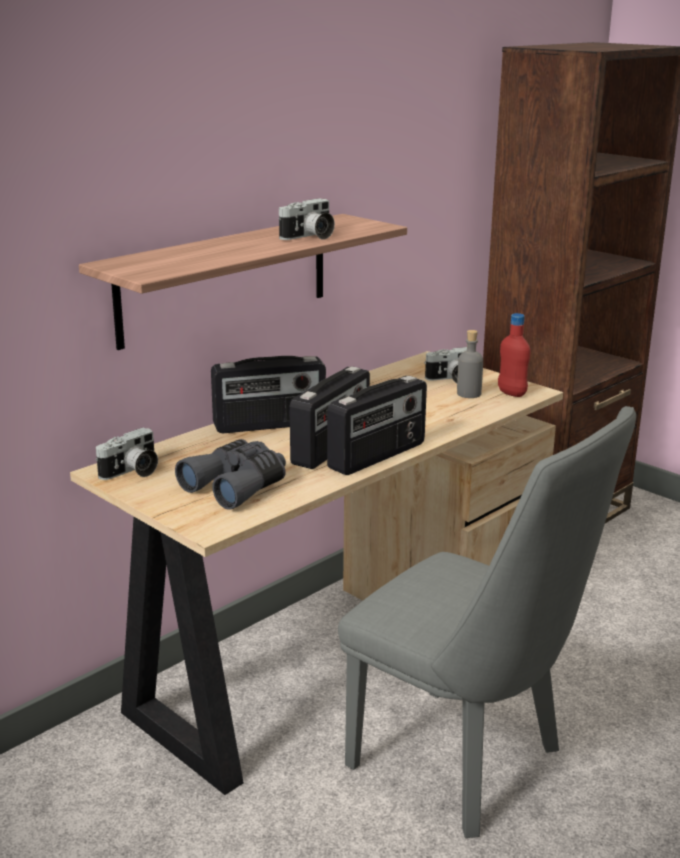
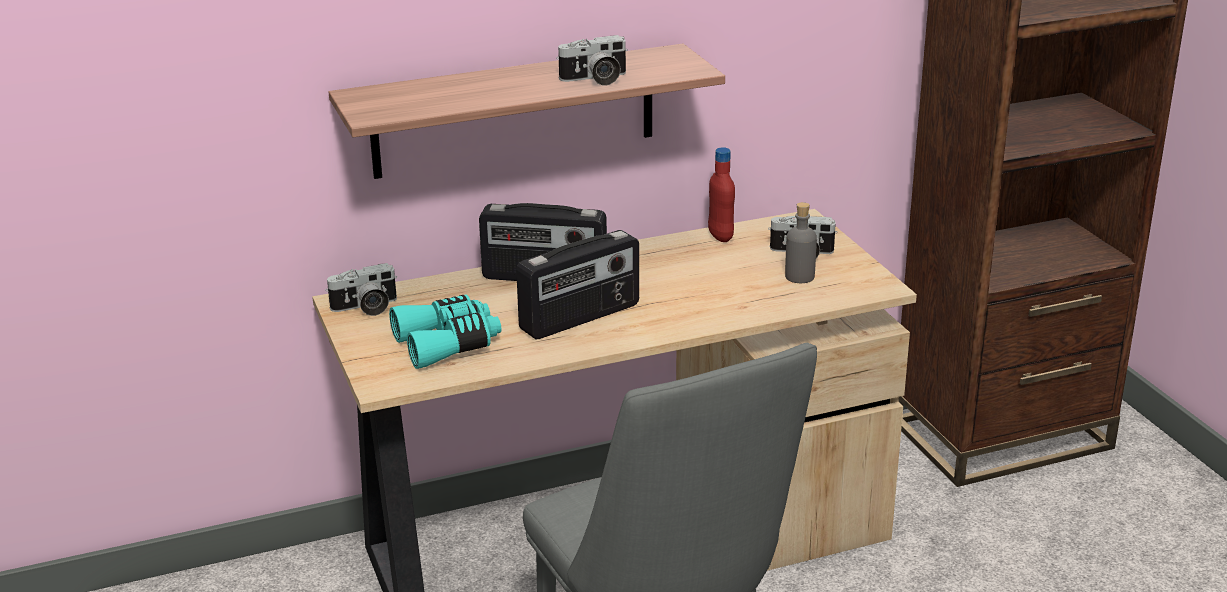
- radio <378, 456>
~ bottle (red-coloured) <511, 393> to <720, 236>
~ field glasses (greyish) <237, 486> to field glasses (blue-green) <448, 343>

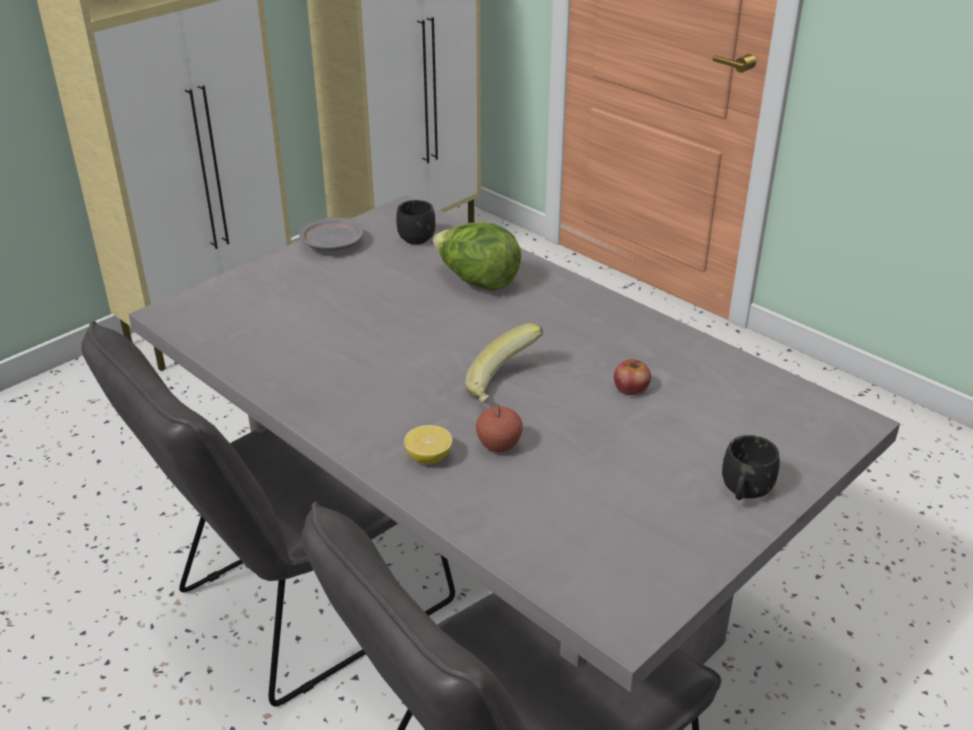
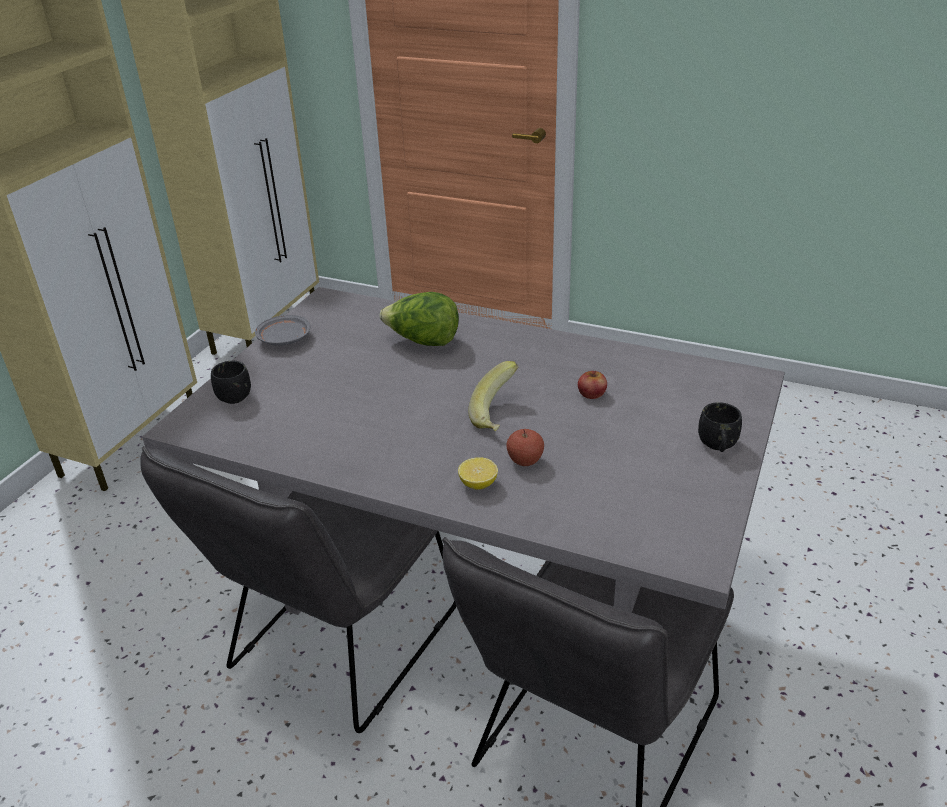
~ mug (black-coloured) <415, 236> to <232, 395>

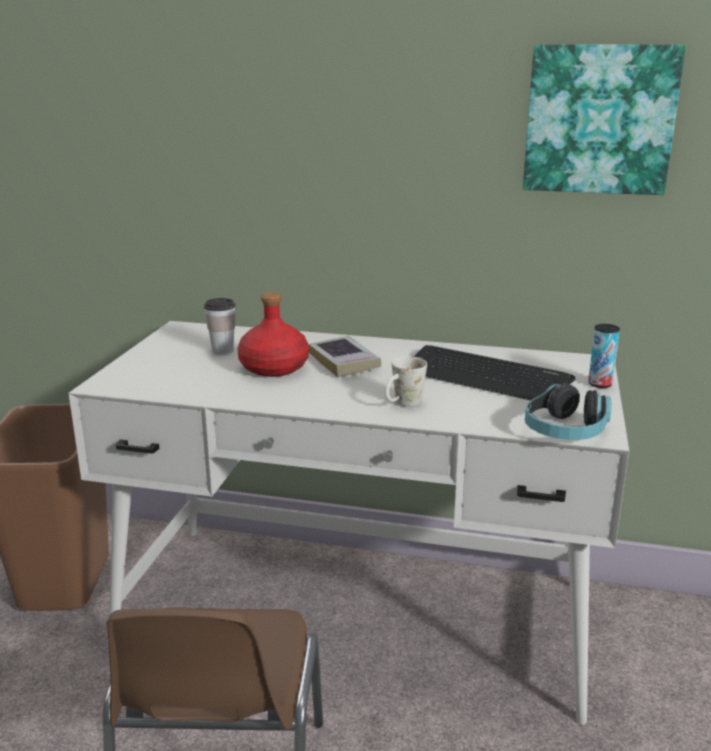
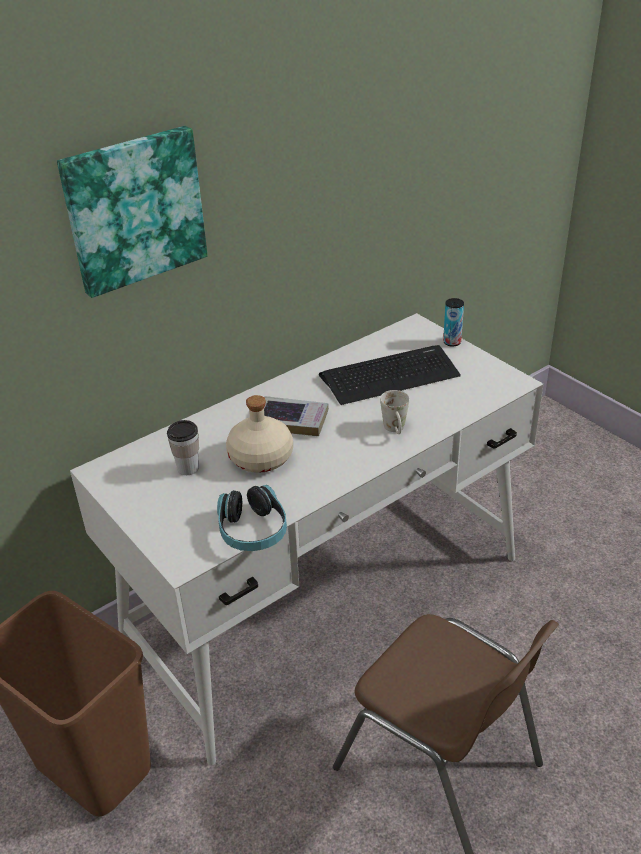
~ picture <599, 119> to <134, 209>
~ headset <565, 430> to <253, 530>
~ bottle (red-coloured) <273, 367> to bottle (sand-coloured) <260, 458>

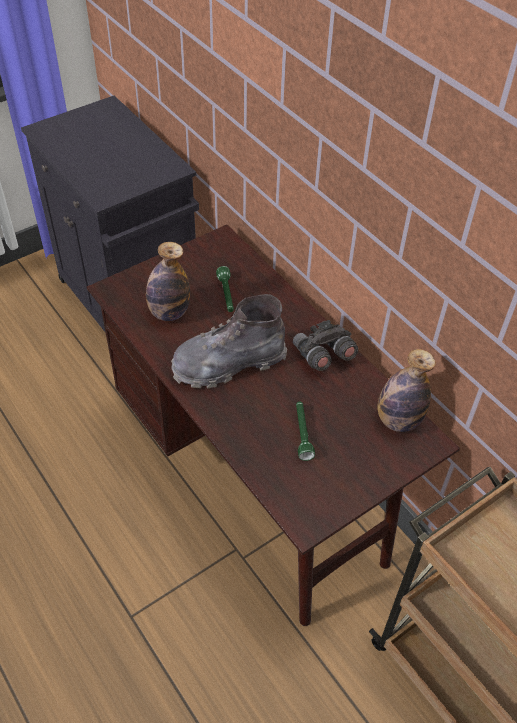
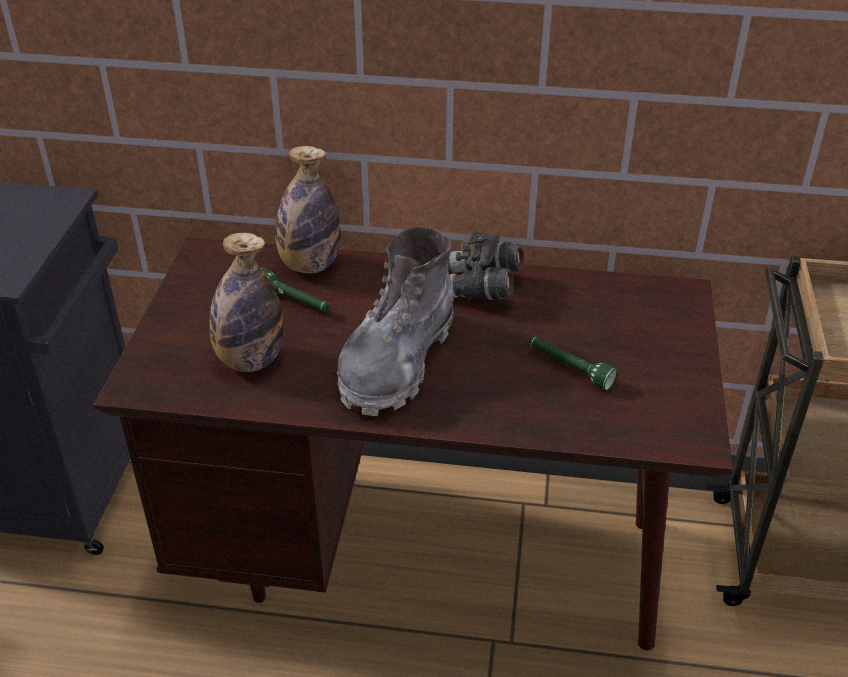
~ bottle <398, 420> to <310, 265>

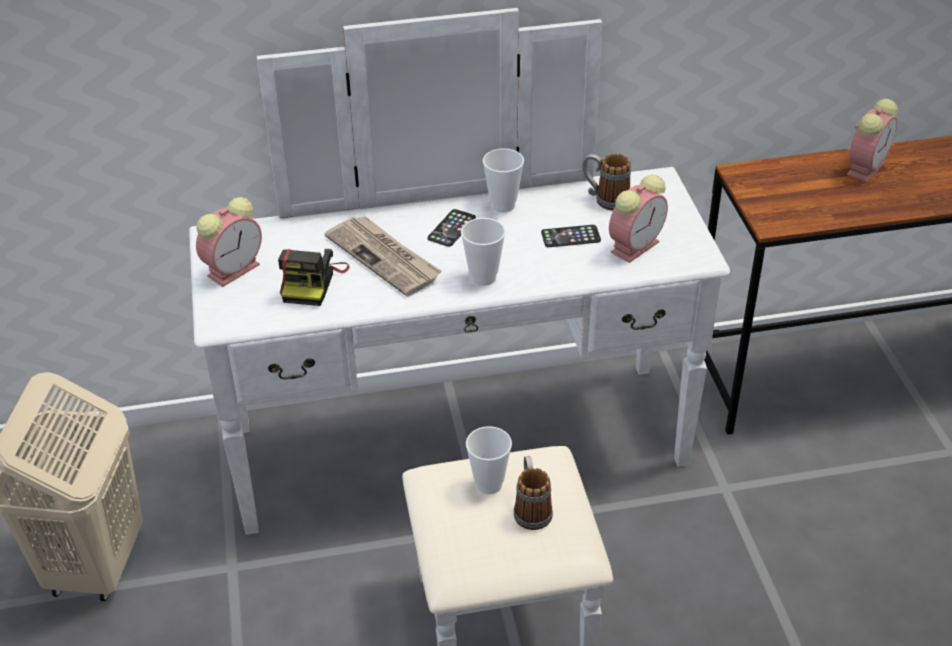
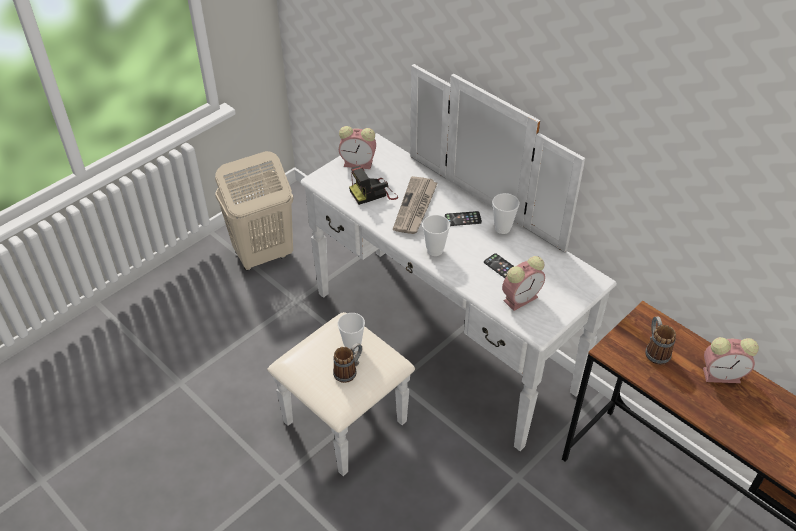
~ mug <605, 199> to <655, 350>
~ bedside clock <636, 246> = <521, 298> 45 degrees counterclockwise

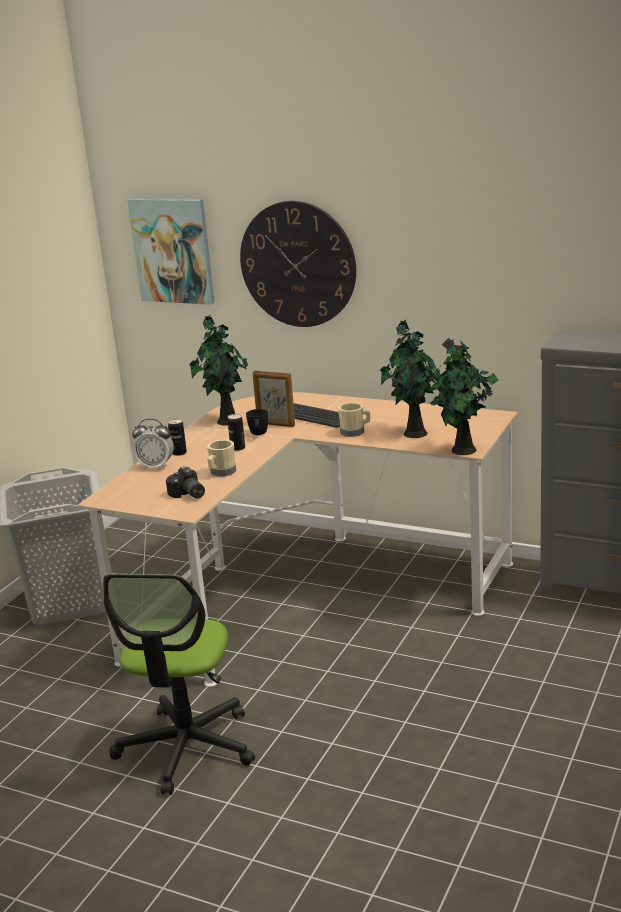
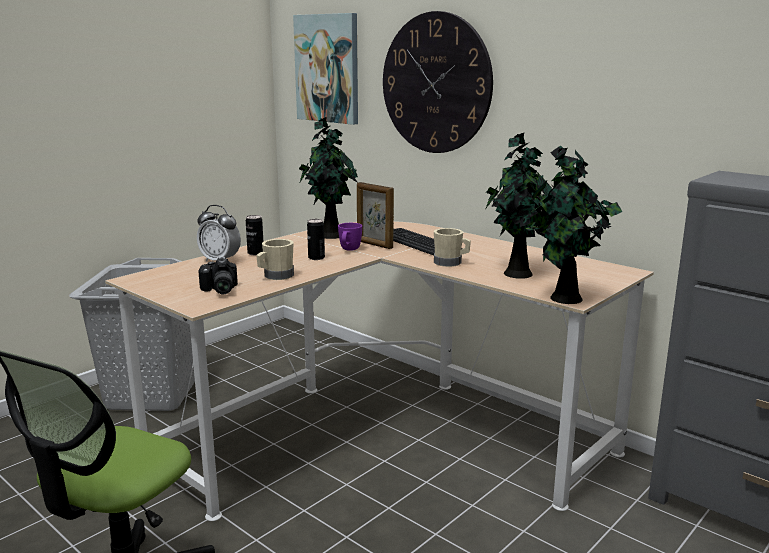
~ mug (black-coloured) <259, 435> to mug (purplish) <349, 250>

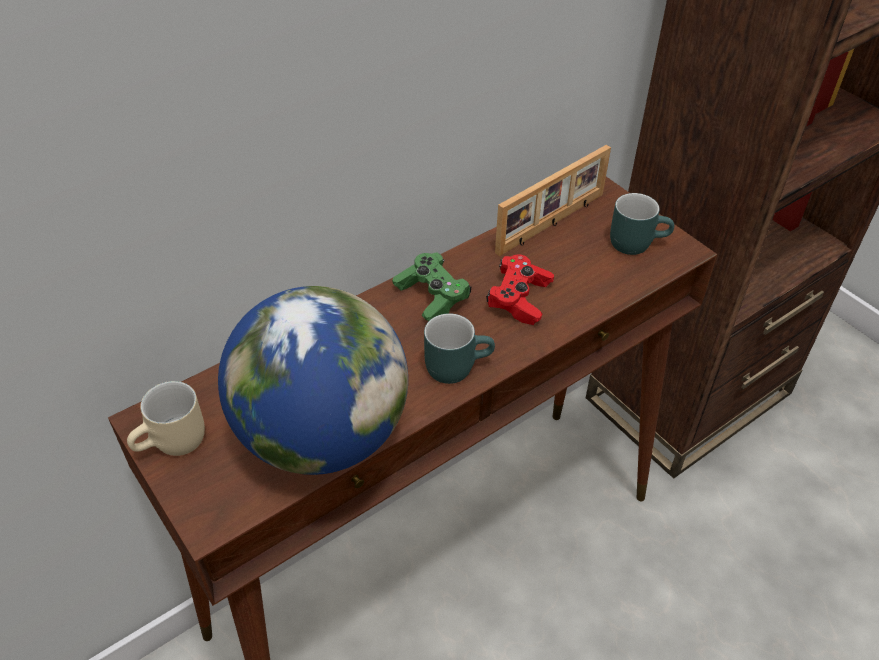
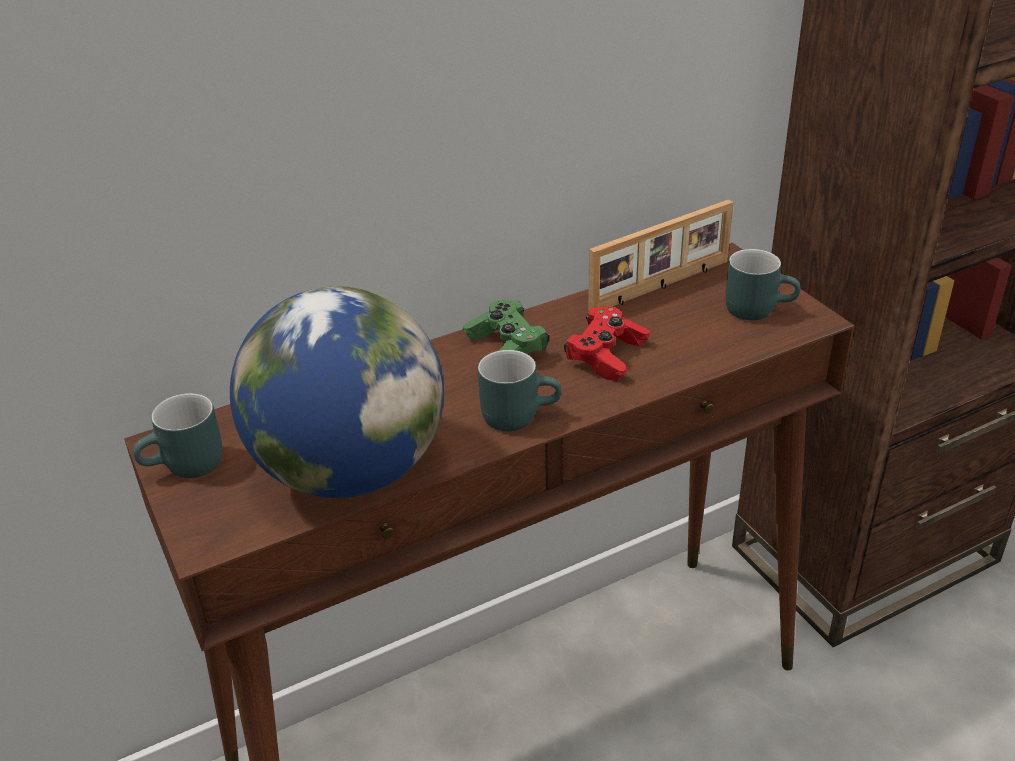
~ mug (sand-coloured) <174, 444> to mug (blue-green) <187, 468>

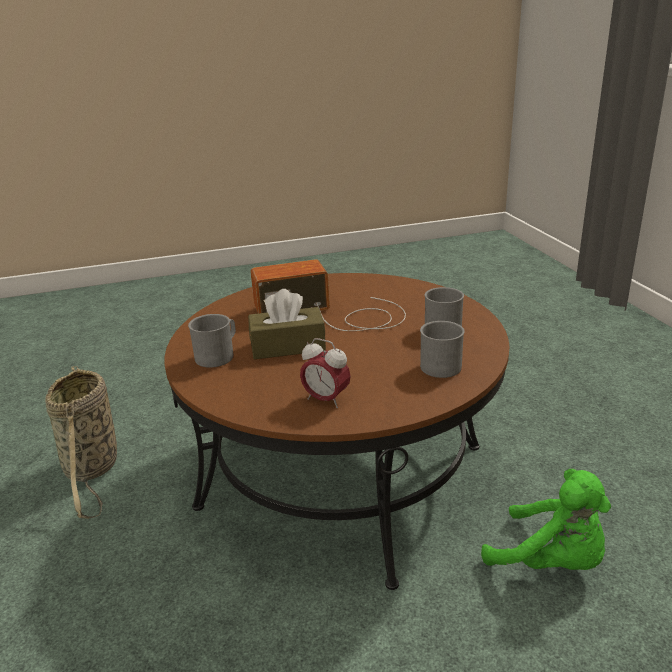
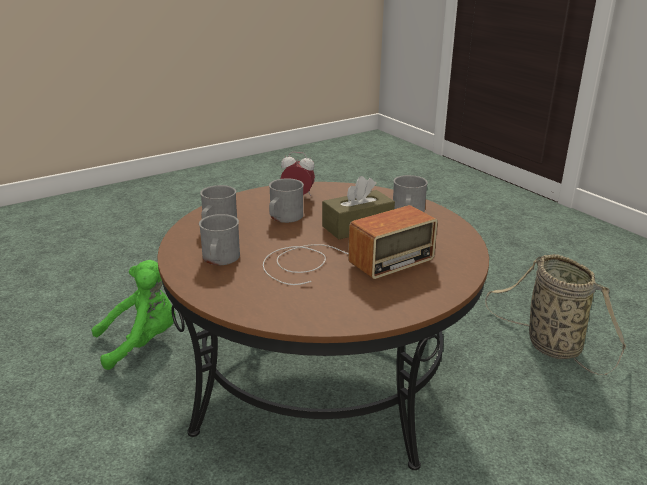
+ mug (greyish) <283, 218>
~ plush toy (greenish) <550, 561> = <142, 342> 135 degrees clockwise

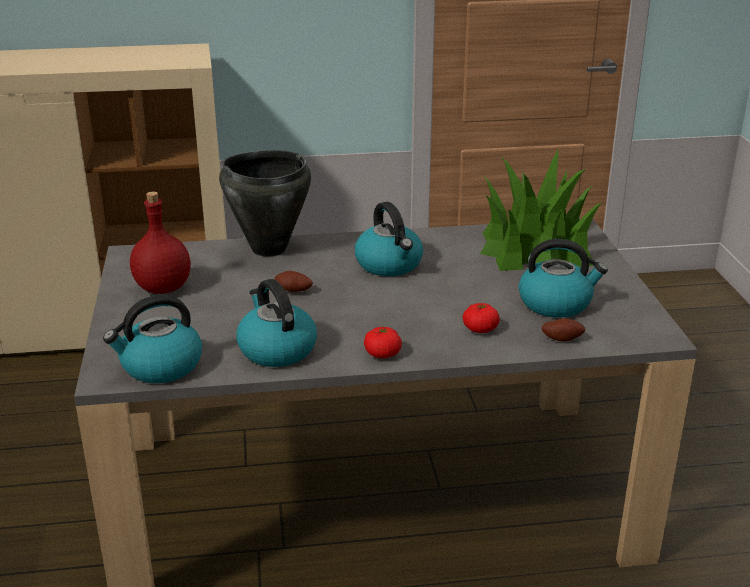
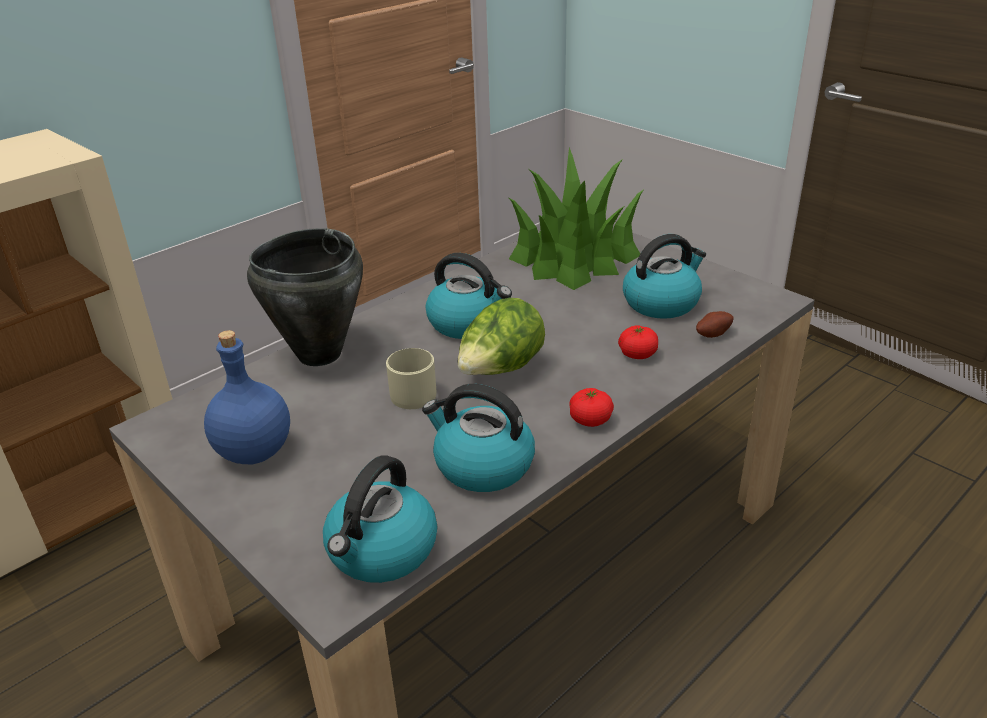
+ lettuce <500, 371>
~ whole potato <293, 292> to mug (sand-coloured) <411, 392>
~ bottle (red-coloured) <163, 287> to bottle (bluish) <253, 451>

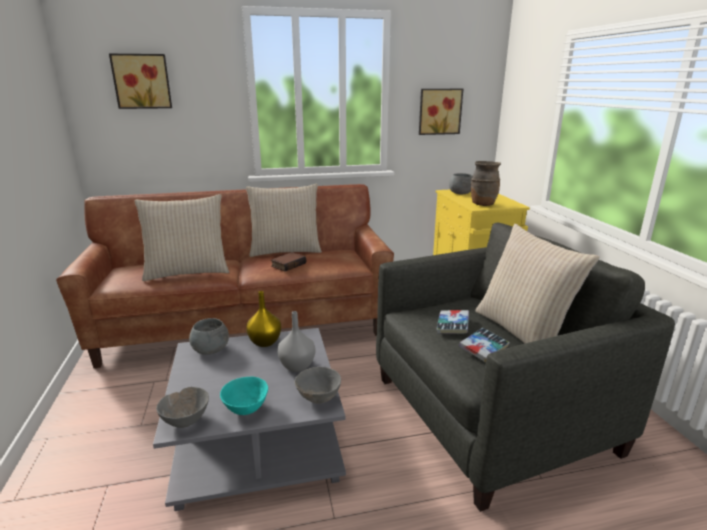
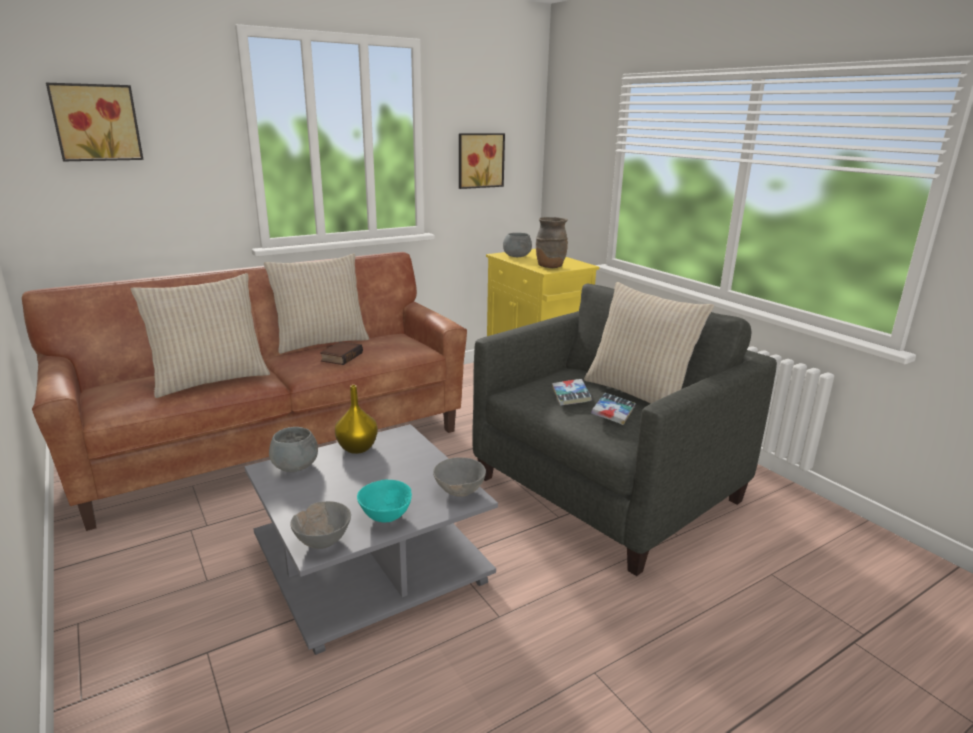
- vase (greyish) <297, 365>

